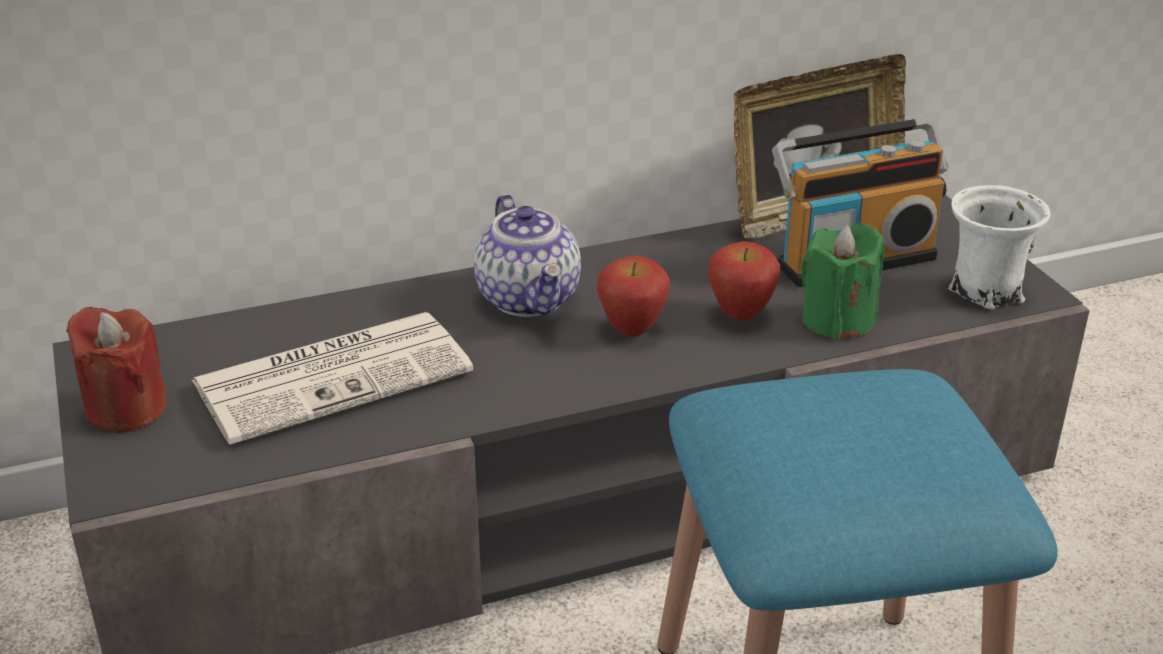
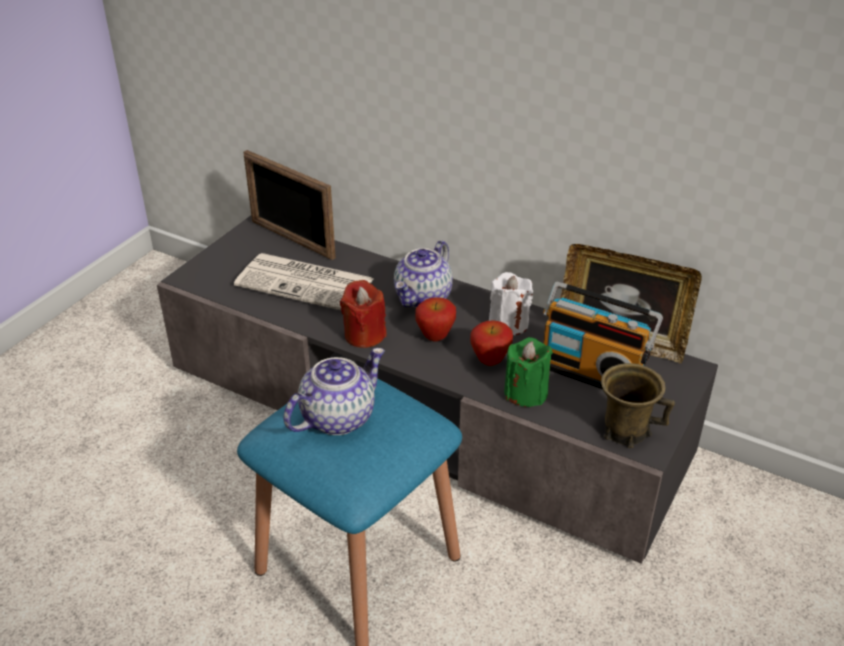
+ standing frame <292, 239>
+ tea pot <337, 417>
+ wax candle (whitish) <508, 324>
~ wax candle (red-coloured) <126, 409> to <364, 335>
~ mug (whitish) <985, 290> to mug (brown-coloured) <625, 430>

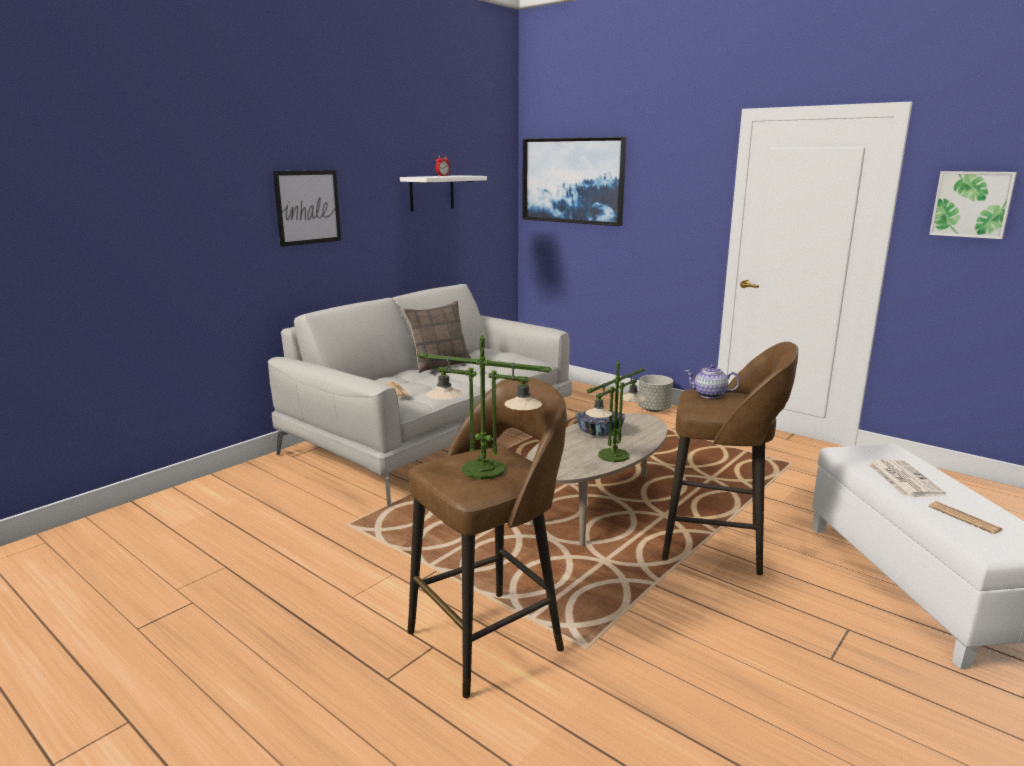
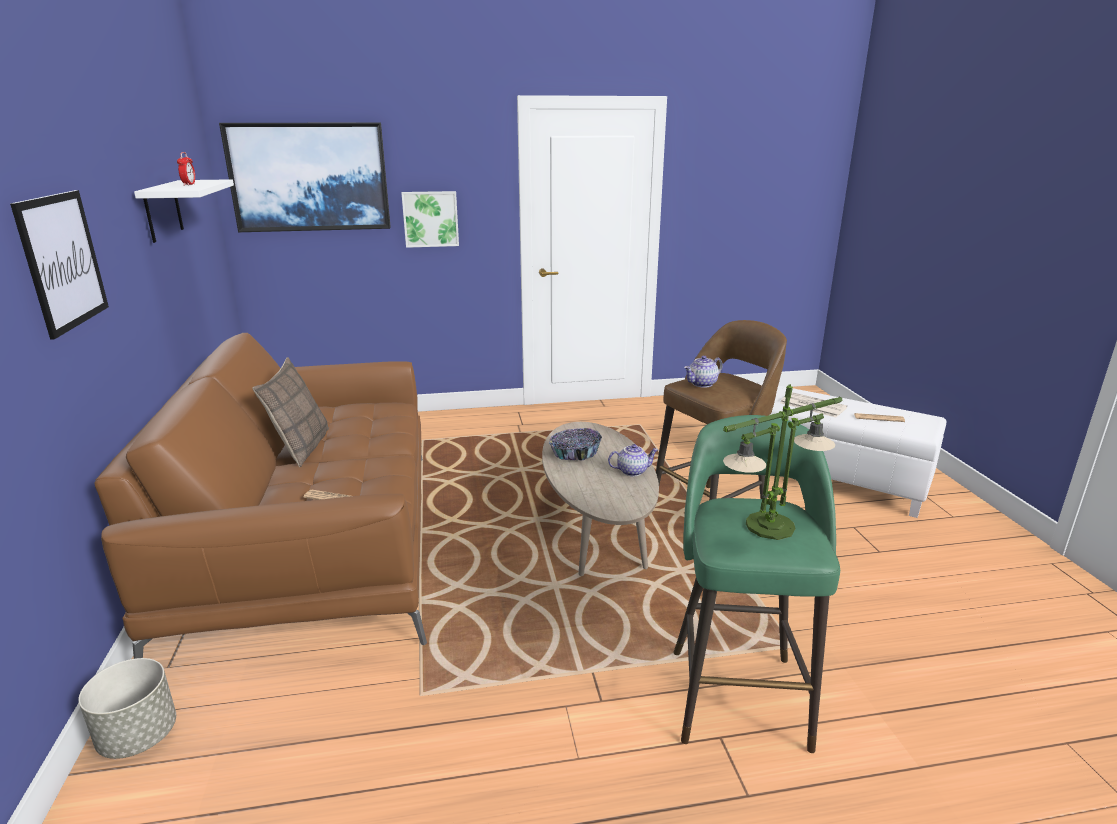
~ flower pot (greyish) <654, 409> to <138, 736>
~ picture <972, 204> to <430, 219>
~ lamp for a table <613, 456> to tea pot <632, 471>
~ sofa (greyish) <433, 436> to sofa (brown-coloured) <315, 541>
~ stool (brown-coloured) <489, 639> to stool (greenish) <737, 694>

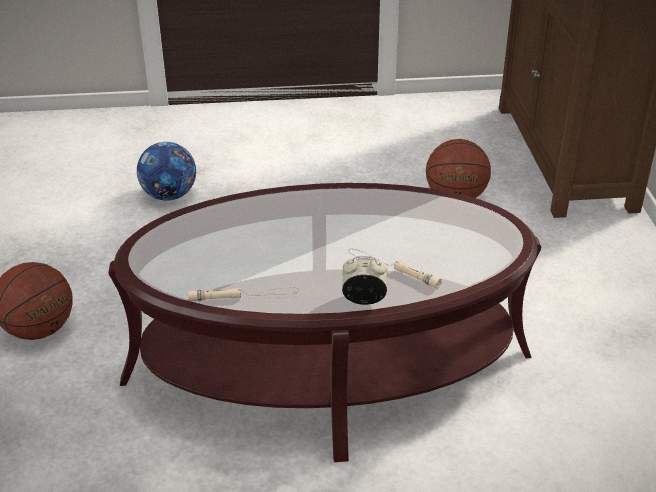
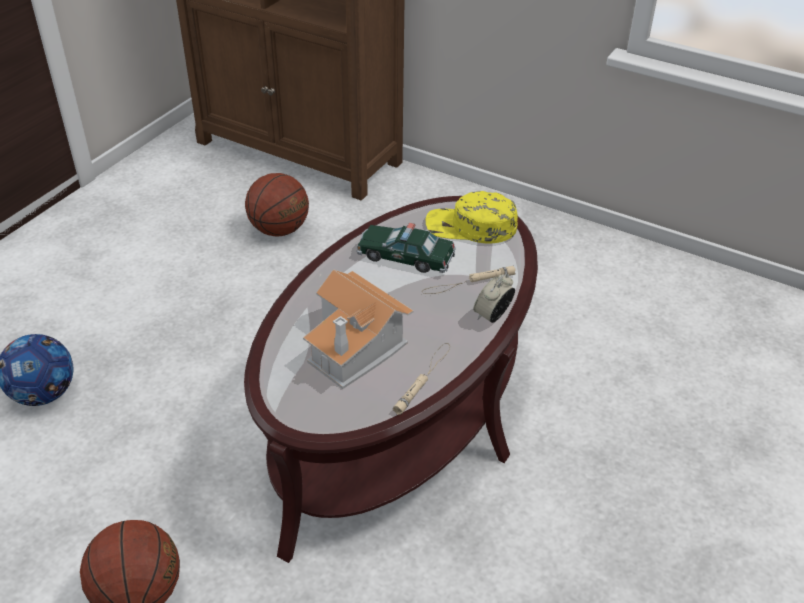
+ model house <356, 347>
+ model car <405, 257>
+ peaked cap (yellow) <470, 227>

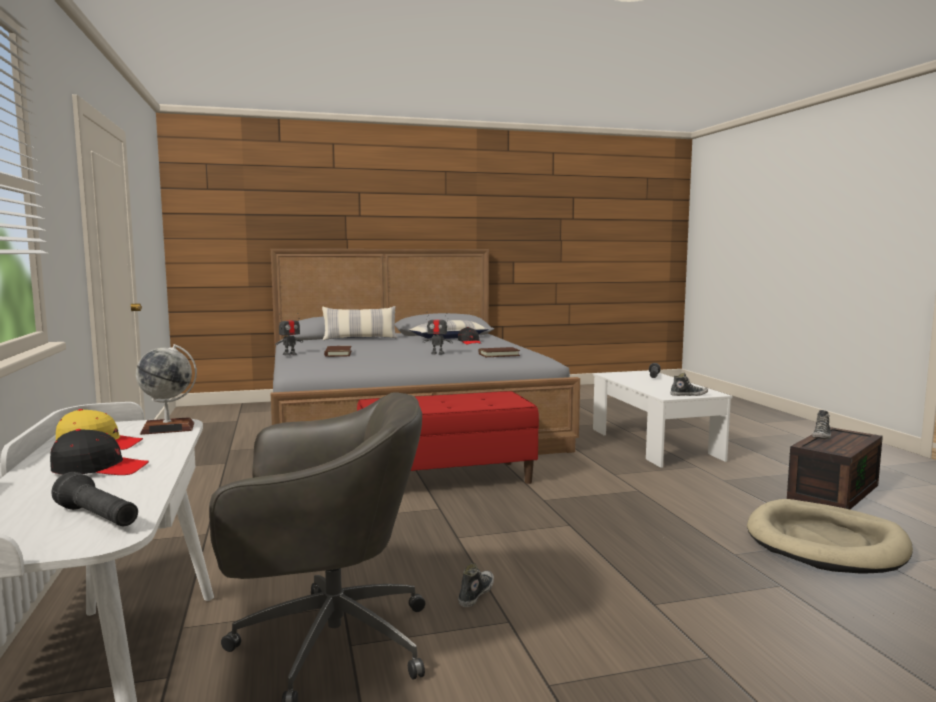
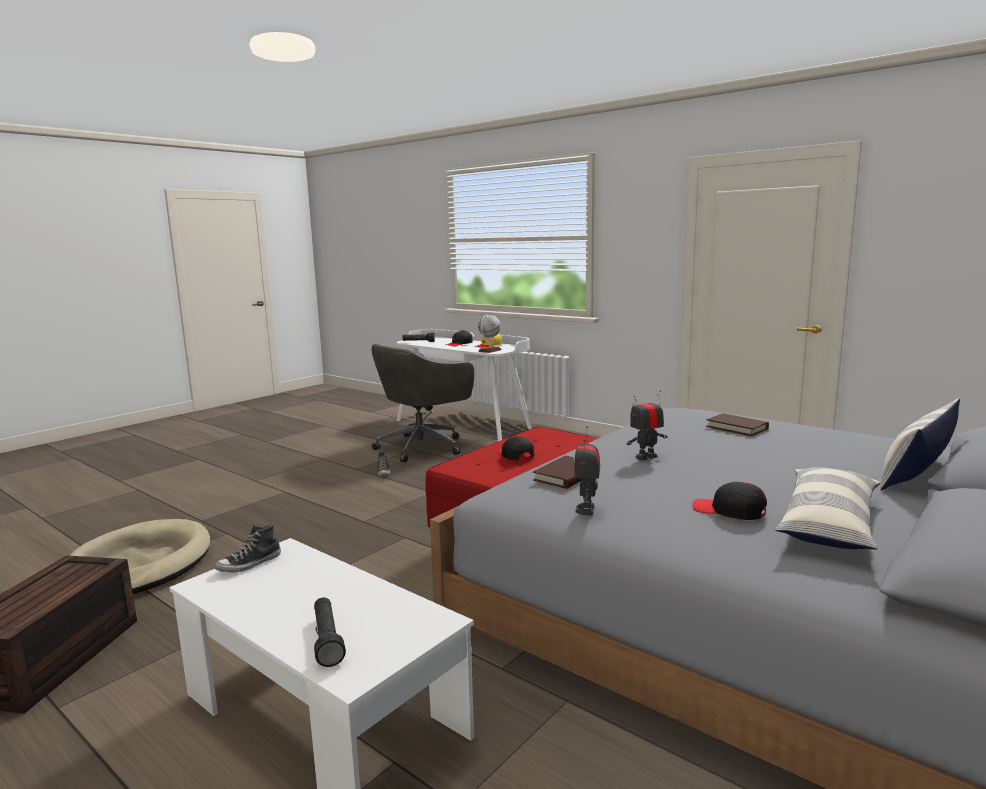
- shoe <822, 436>
+ peaked cap (black-coloured) <515, 455>
~ model robot <290, 354> to <586, 510>

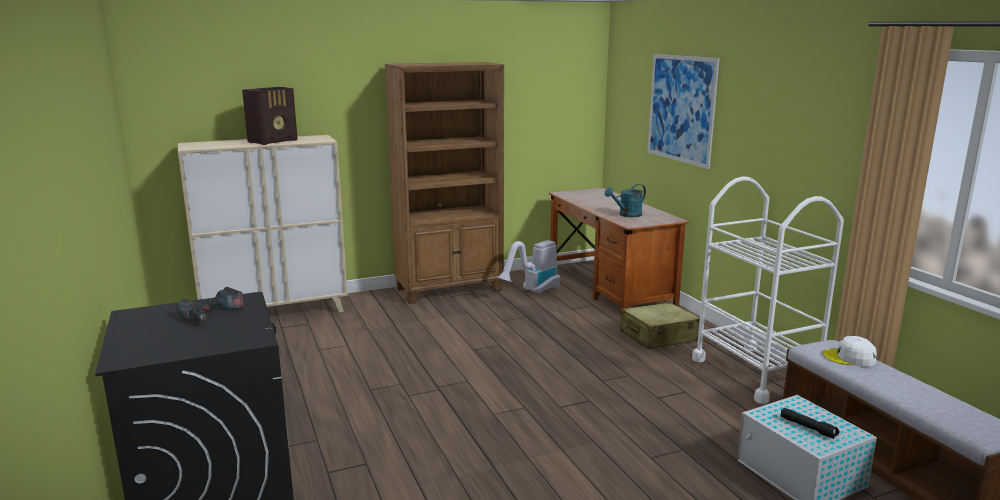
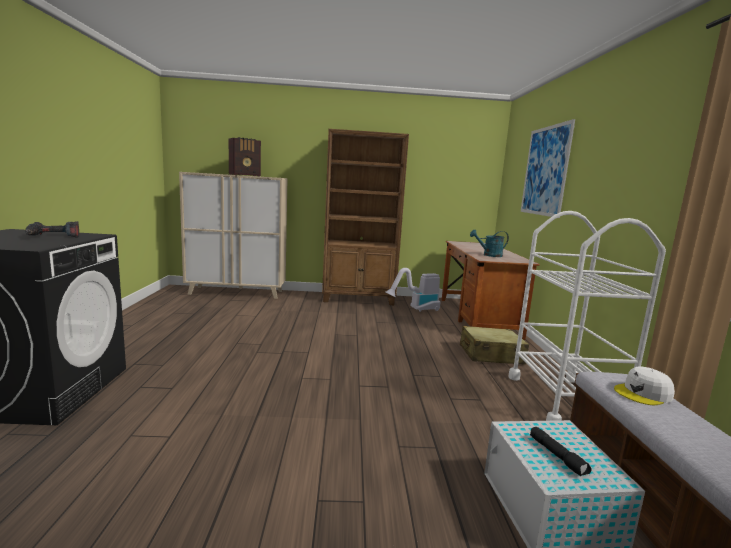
~ peaked cap (whitish) <850, 358> = <643, 393> 60 degrees counterclockwise

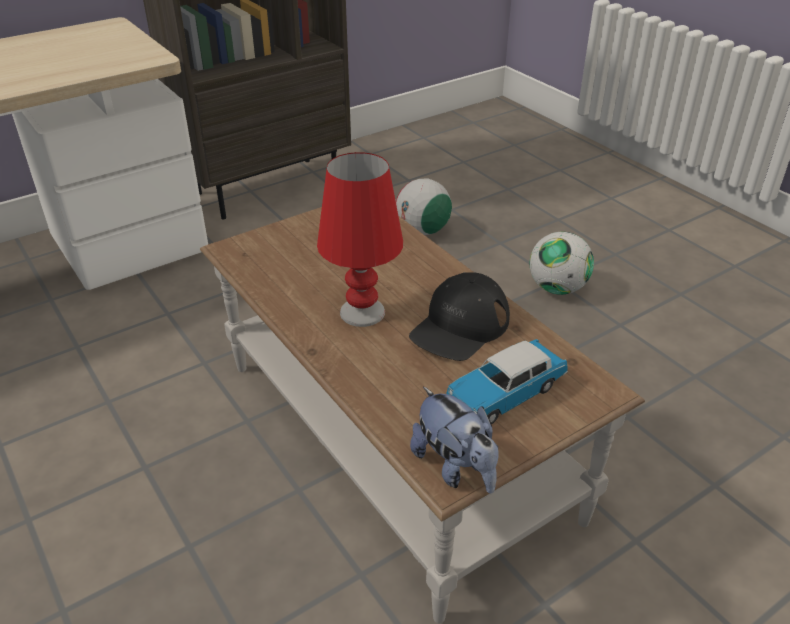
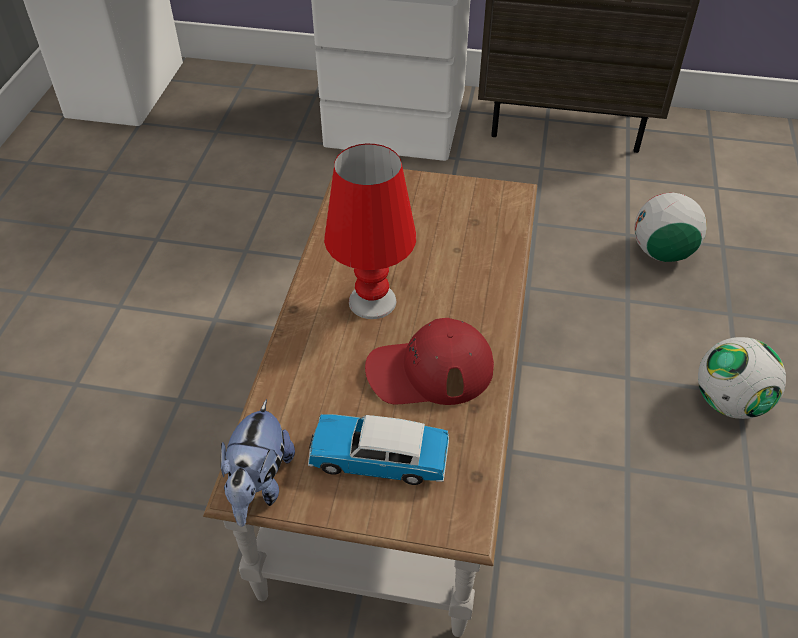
~ peaked cap (black-coloured) <460, 326> to peaked cap (red-coloured) <429, 370>

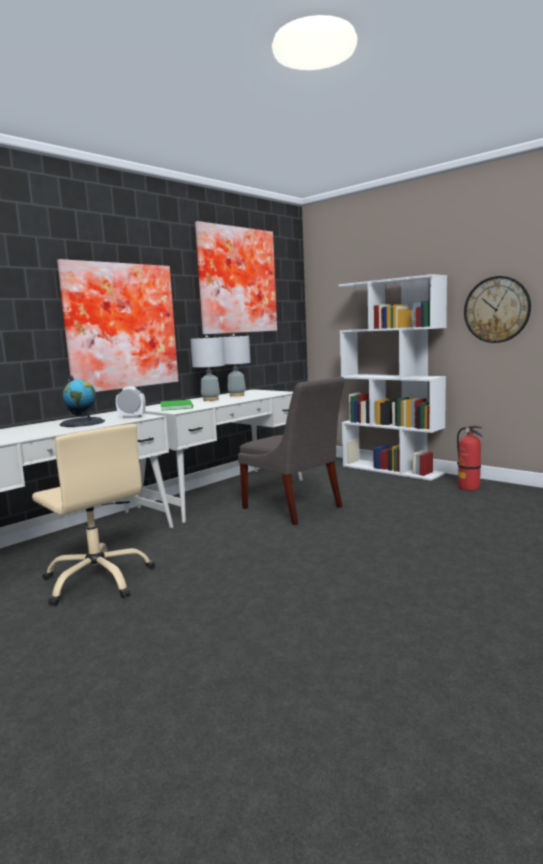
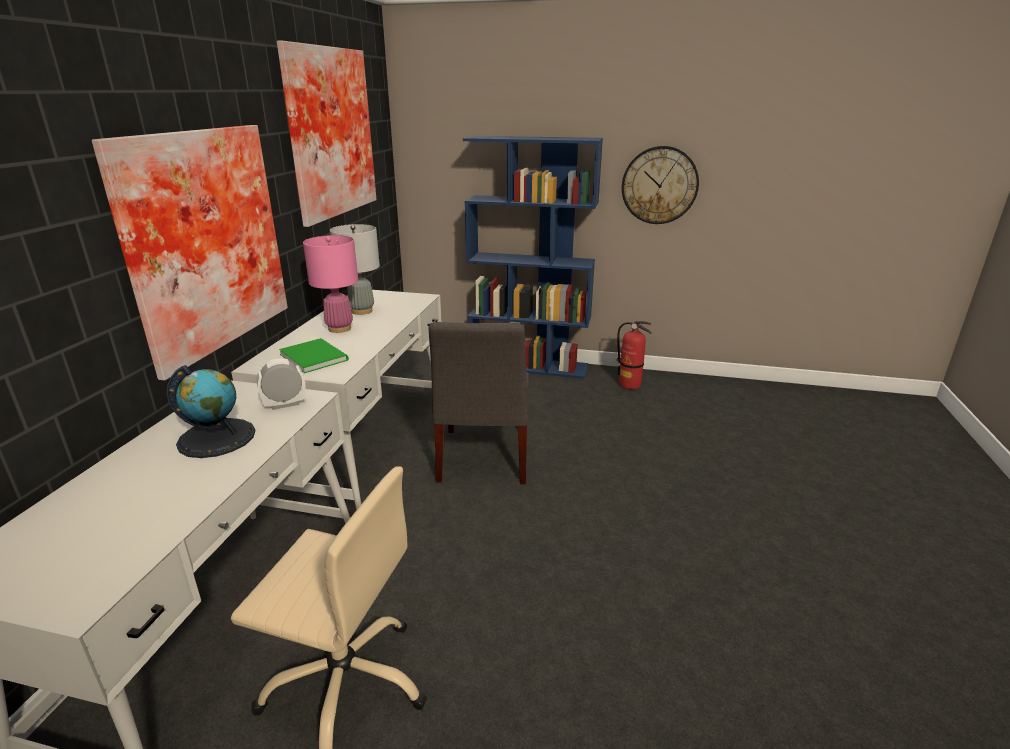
~ lamp for a table (greyish) <210, 400> to lamp for a table (pink) <339, 328>
~ bookcase (whitish) <392, 469> to bookcase (bluish) <529, 365>
~ plain chair (greyish) <294, 509> = <482, 459> 75 degrees clockwise

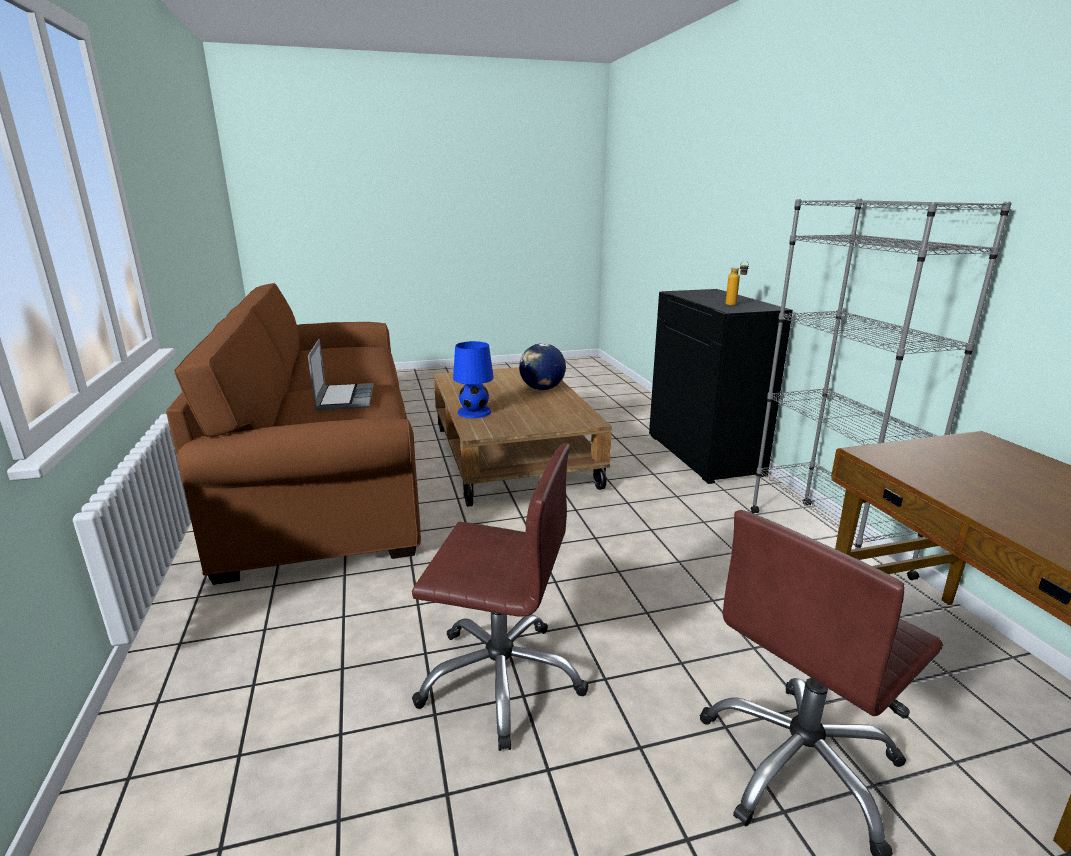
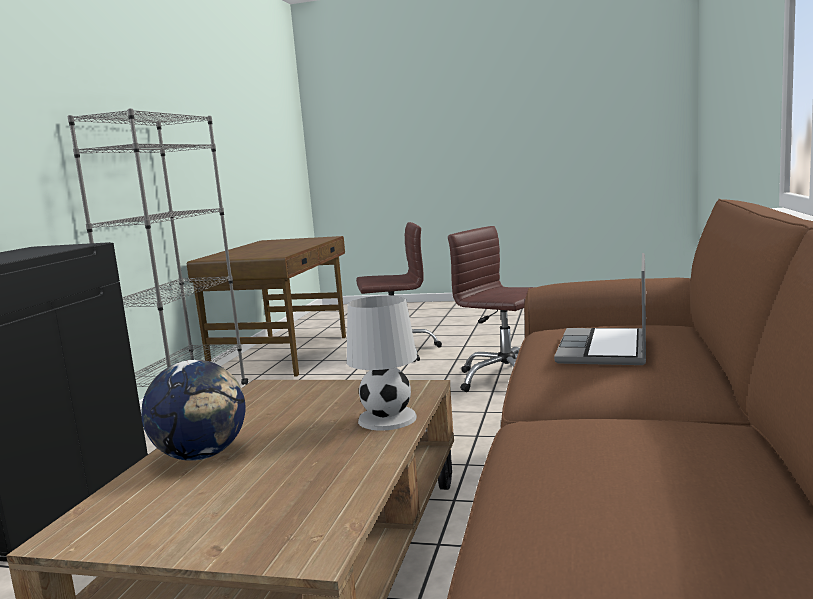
- bottle <734, 305>
~ lamp for a table (bluish) <474, 412> to lamp for a table (whitish) <386, 419>

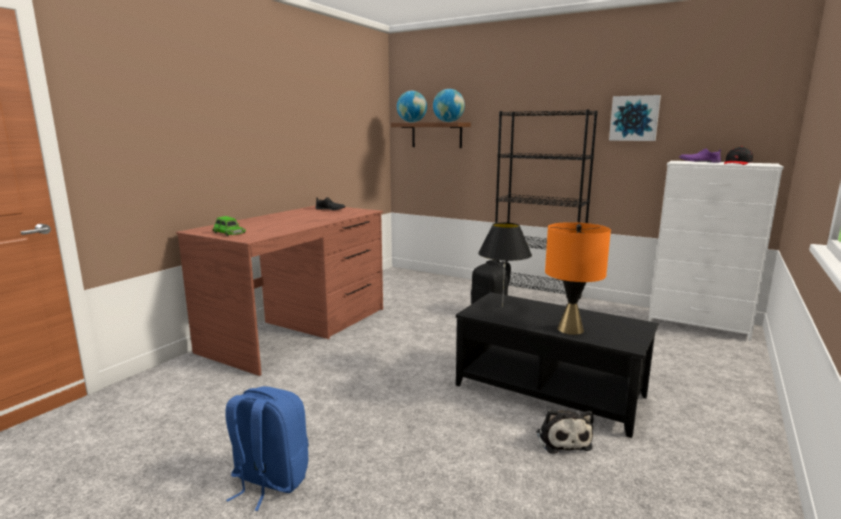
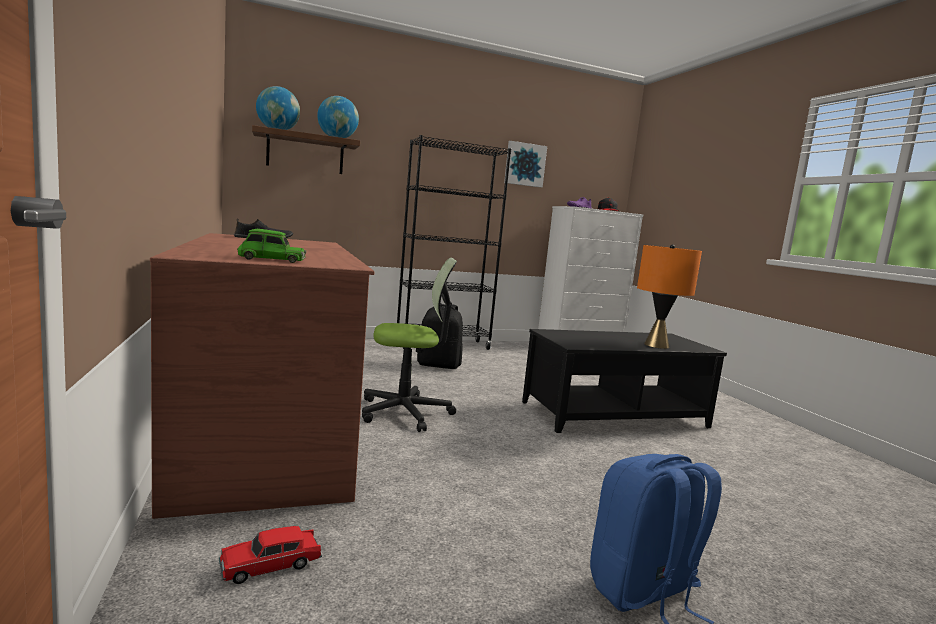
- lamp for a table (black-coloured) <502, 306>
- plush toy <562, 439>
+ model car (red-coloured) <270, 566>
+ desk chair <405, 412>

